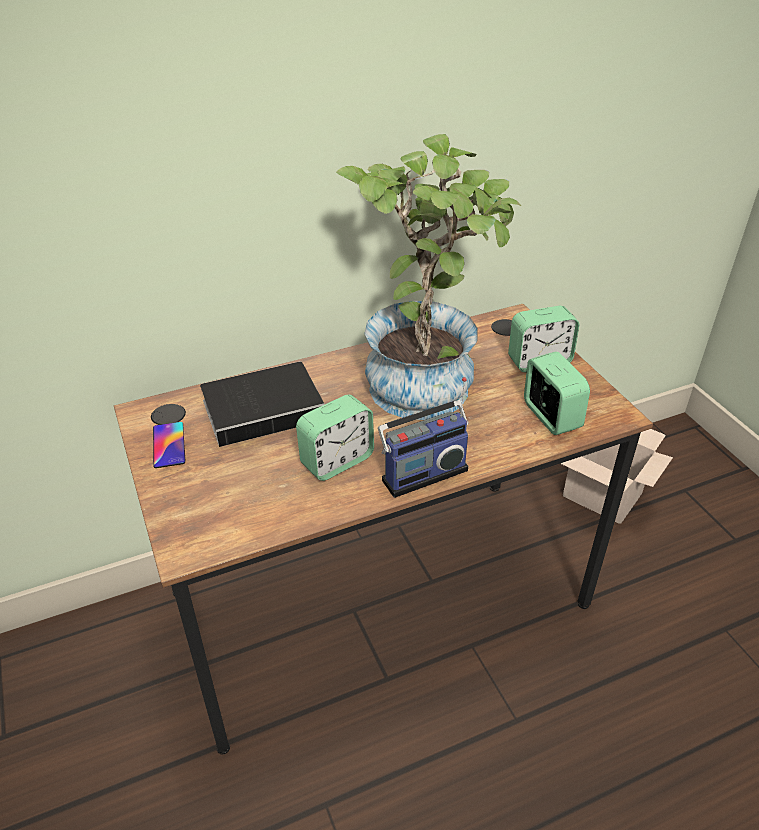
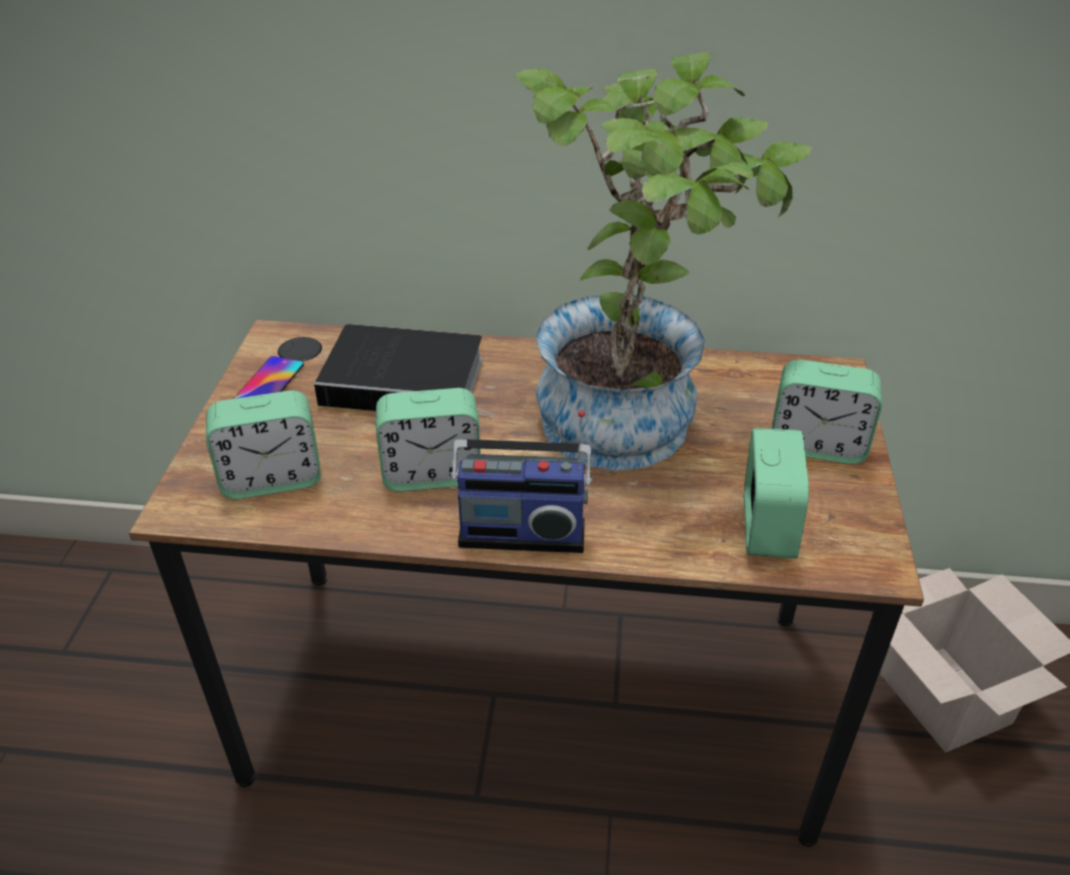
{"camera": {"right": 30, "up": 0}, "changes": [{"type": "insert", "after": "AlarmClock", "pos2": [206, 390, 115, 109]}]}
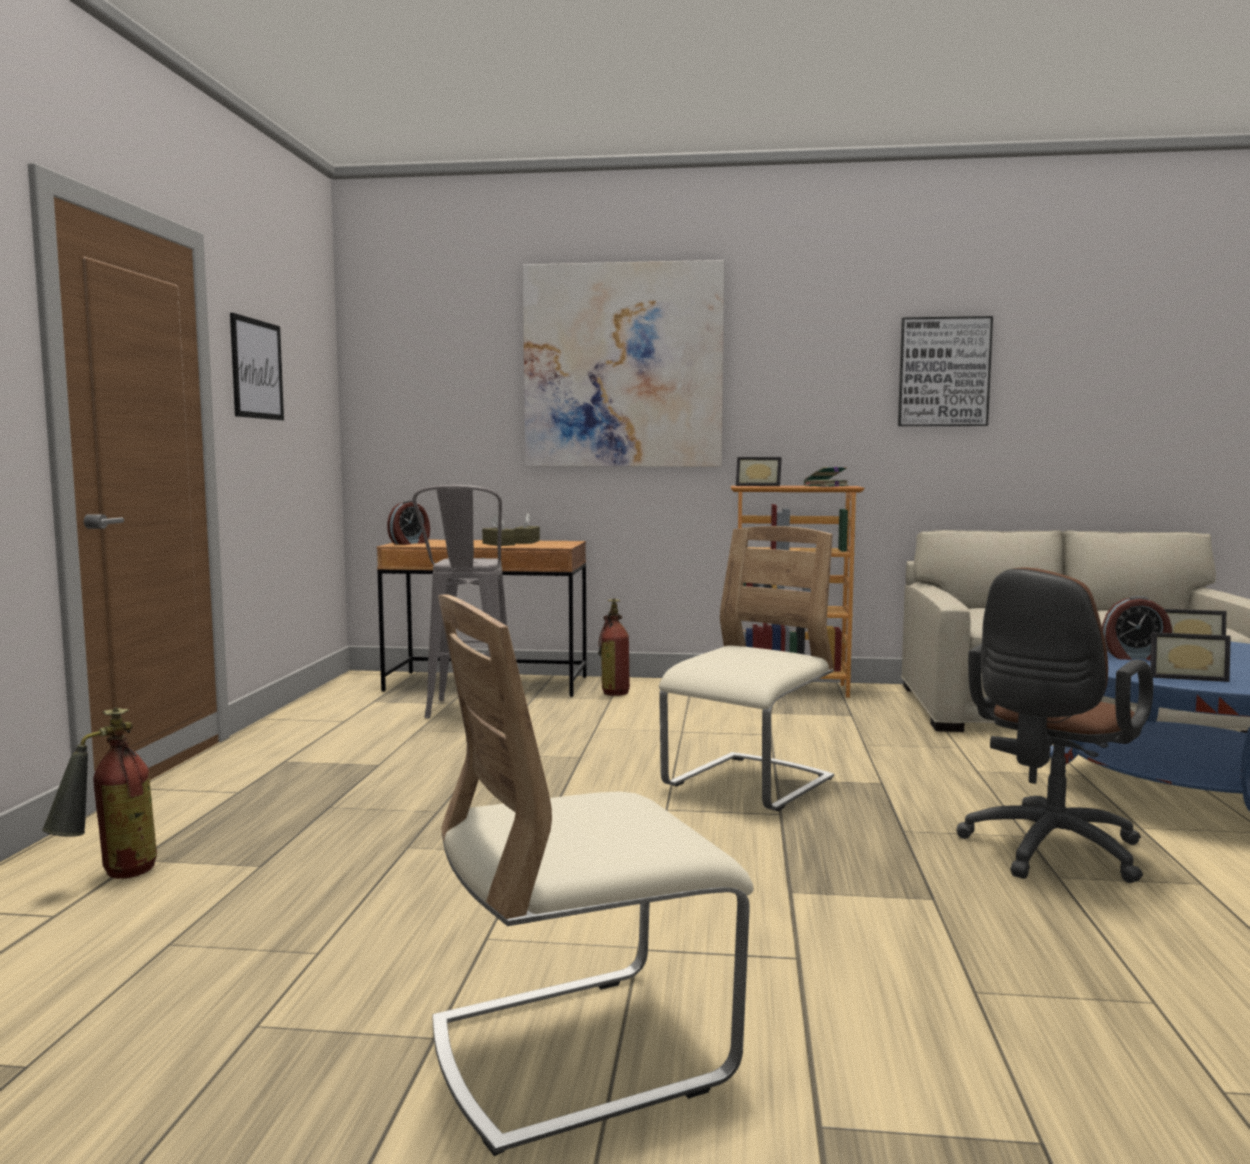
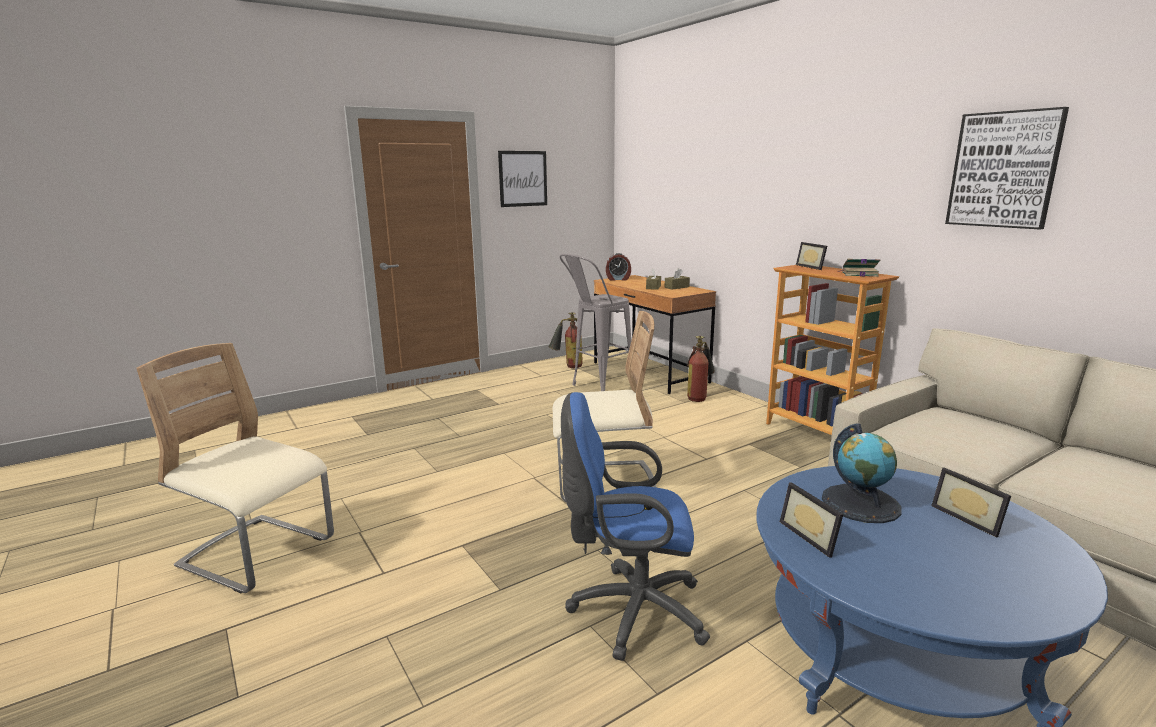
{"camera": {"right": 50, "up": 10}, "changes": [{"type": "move", "before": "FireExtinguisher", "pos1": [42, 707, 115, 172], "pos2": [548, 312, 35, 56]}, {"type": "recolor", "before": "BrownOfficeChair", "after": "BlueOfficeChair", "pos1": [956, 567, 197, 316], "pos2": [561, 392, 149, 269]}, {"type": "replace", "before": "AlarmClock", "after": "Globe", "pos1": [1102, 596, 70, 64], "pos2": [822, 423, 80, 100]}, {"type": "delete", "before": "Picture", "pos1": [523, 260, 201, 207]}]}
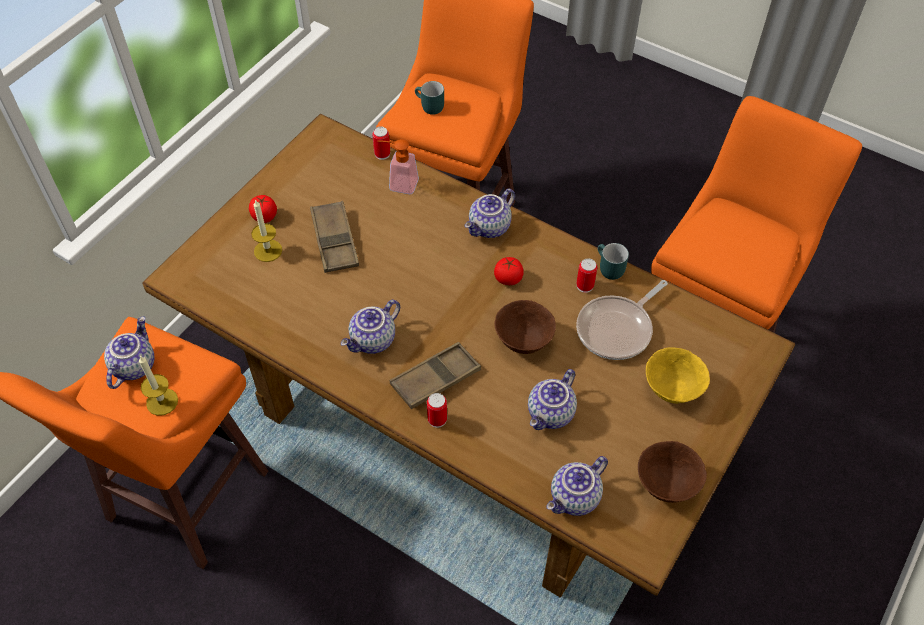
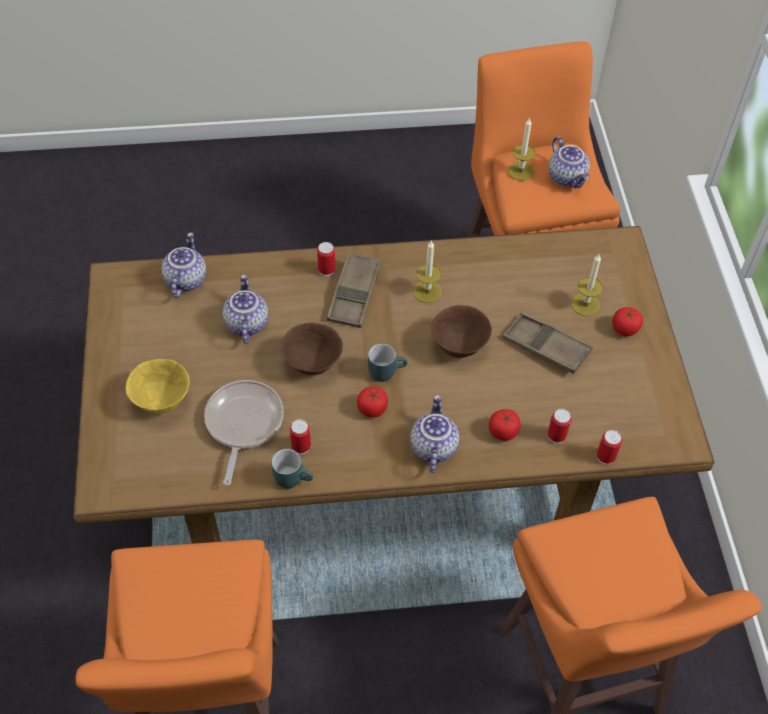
{"camera": {"right": 140, "up": 0}, "changes": [{"type": "move", "before": "TurquoiseMug", "pos1": [415, 81, 29, 34], "pos2": [368, 344, 39, 38]}, {"type": "replace", "before": "Teapot", "after": "Candle", "pos1": [341, 300, 59, 54], "pos2": [413, 241, 29, 62]}, {"type": "move", "before": "BrownBowl", "pos1": [638, 441, 69, 62], "pos2": [431, 305, 61, 53]}, {"type": "insert", "after": "Tomato", "pos2": [489, 409, 31, 32]}, {"type": "replace", "before": "SoapDispenser", "after": "Can", "pos1": [377, 139, 42, 55], "pos2": [548, 409, 24, 35]}]}
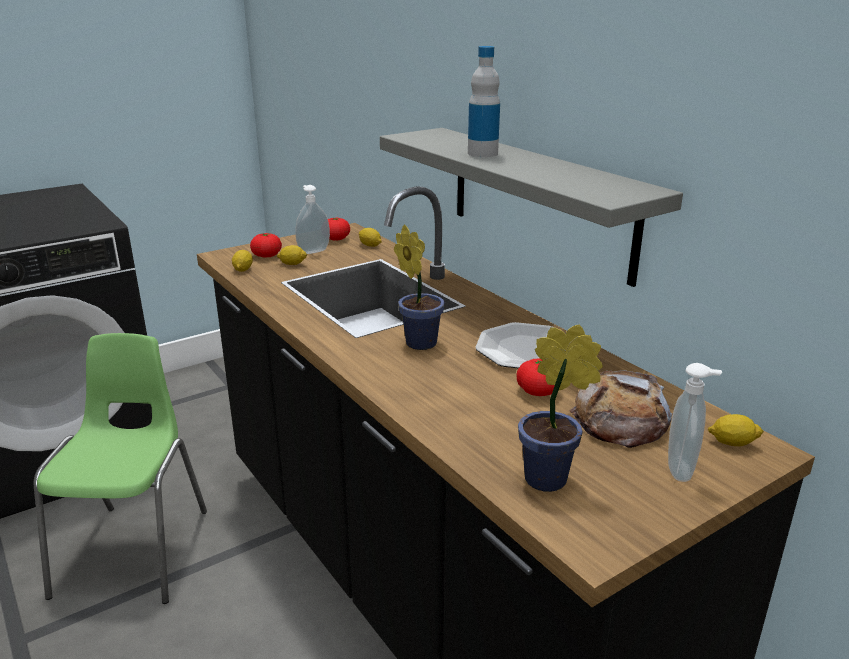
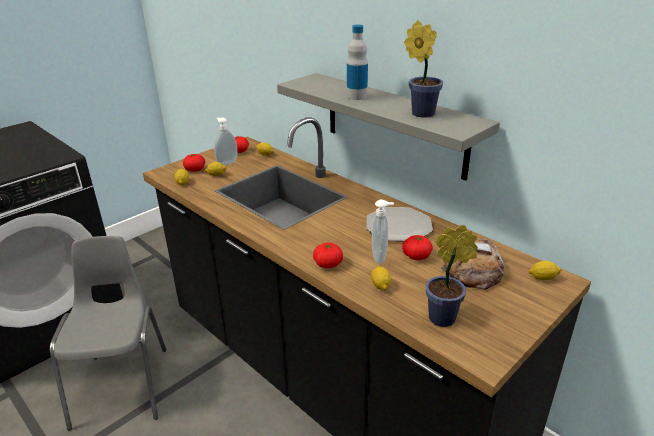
{"camera": {"right": -10, "up": 5}, "changes": [{"type": "recolor", "before": "GreenChair", "after": "GreyChair", "pos1": [34, 333, 173, 271], "pos2": [50, 236, 117, 194]}, {"type": "insert", "after": "Tomato", "pos2": [313, 243, 30, 25]}, {"type": "insert", "after": "Lemon", "pos2": [371, 266, 20, 24]}, {"type": "move", "before": "SoapDispenser", "pos1": [668, 363, 54, 119], "pos2": [372, 200, 22, 64]}, {"type": "move", "before": "PottedPlant", "pos1": [394, 224, 51, 126], "pos2": [404, 20, 39, 98]}]}
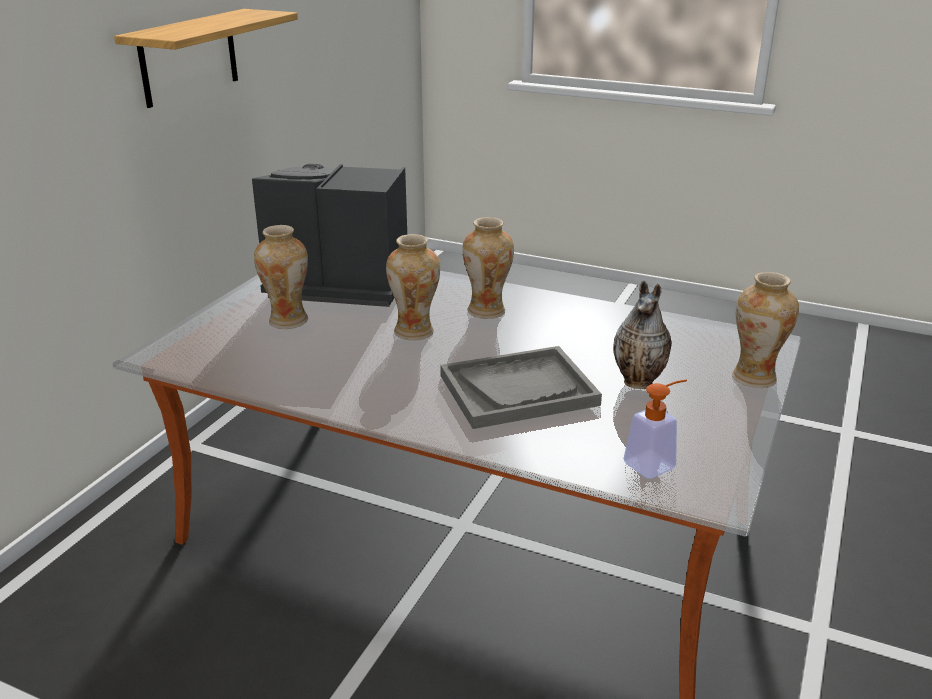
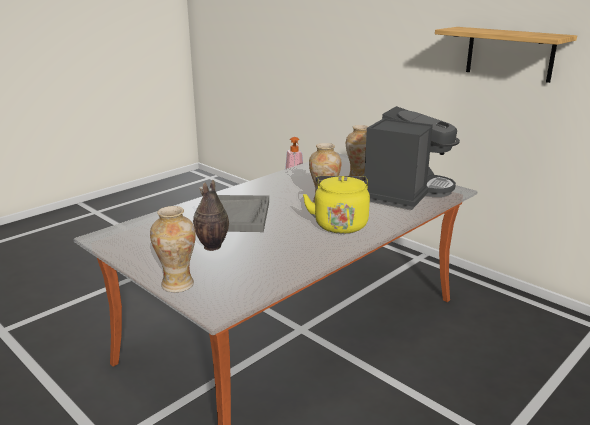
{"camera": {"right": 110, "up": -5}, "changes": [{"type": "move", "before": "SoapDispenser", "pos1": [623, 380, 64, 99], "pos2": [285, 137, 19, 40]}, {"type": "replace", "before": "Vase", "after": "YellowKettle", "pos1": [463, 217, 51, 102], "pos2": [303, 176, 67, 58]}]}
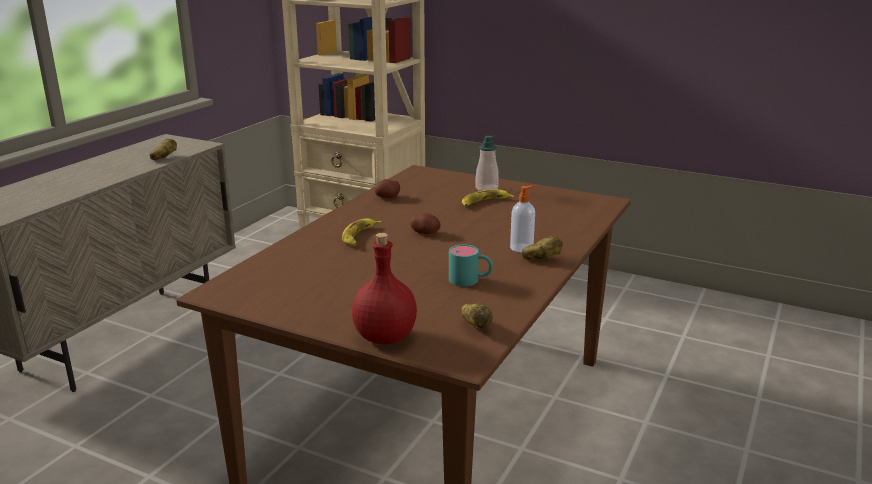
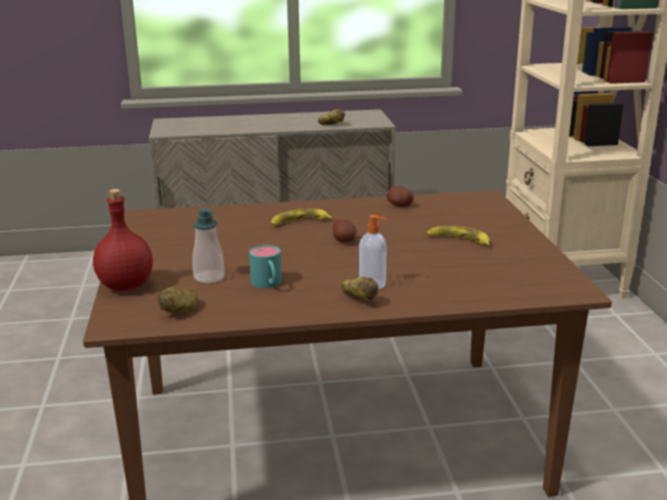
{"camera": {"right": 55, "up": 0}, "changes": [{"type": "move", "before": "SoapDispenser", "pos1": [475, 135, 24, 56], "pos2": [192, 208, 33, 75]}]}
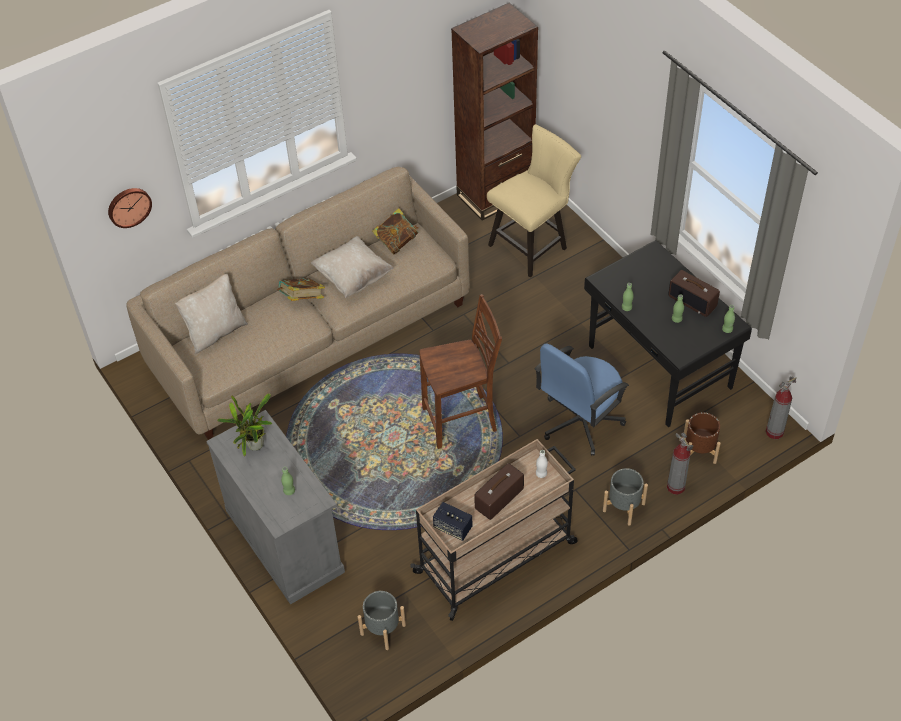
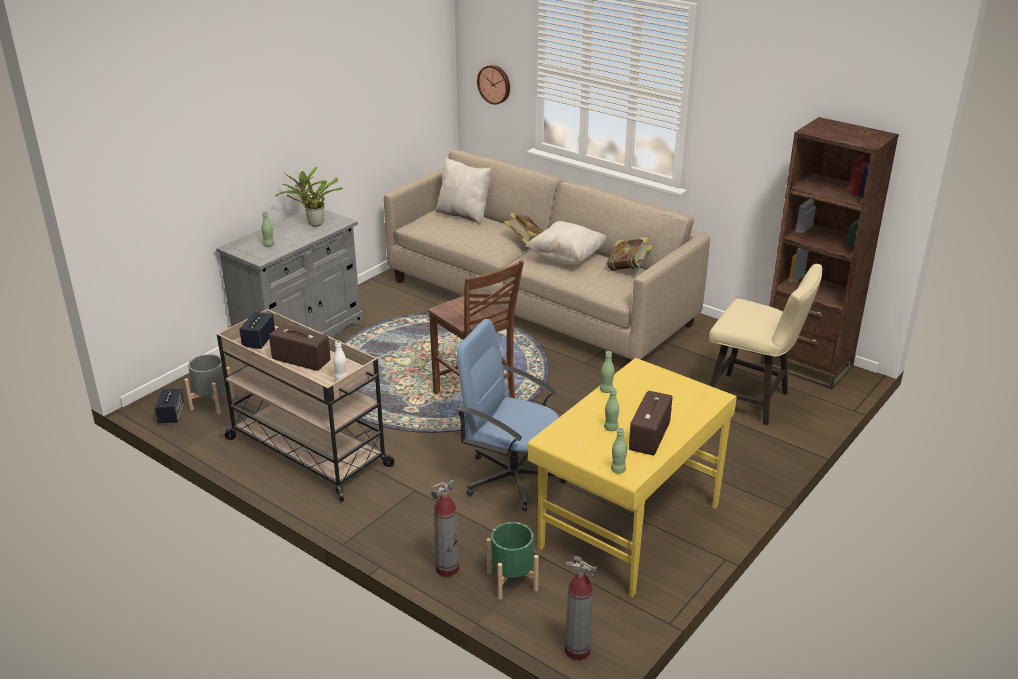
{"camera": {"right": 70, "up": -20}, "changes": [{"type": "insert", "after": "Speaker", "pos2": [155, 389, 29, 34]}, {"type": "recolor", "before": "BrownPlanter", "after": "GreenPlanter", "pos1": [684, 412, 37, 52], "pos2": [487, 522, 52, 78]}, {"type": "recolor", "before": "BlackDesk", "after": "YellowDesk", "pos1": [584, 240, 168, 187], "pos2": [528, 358, 209, 239]}, {"type": "delete", "before": "GreyPlanter", "pos1": [603, 468, 45, 58]}]}
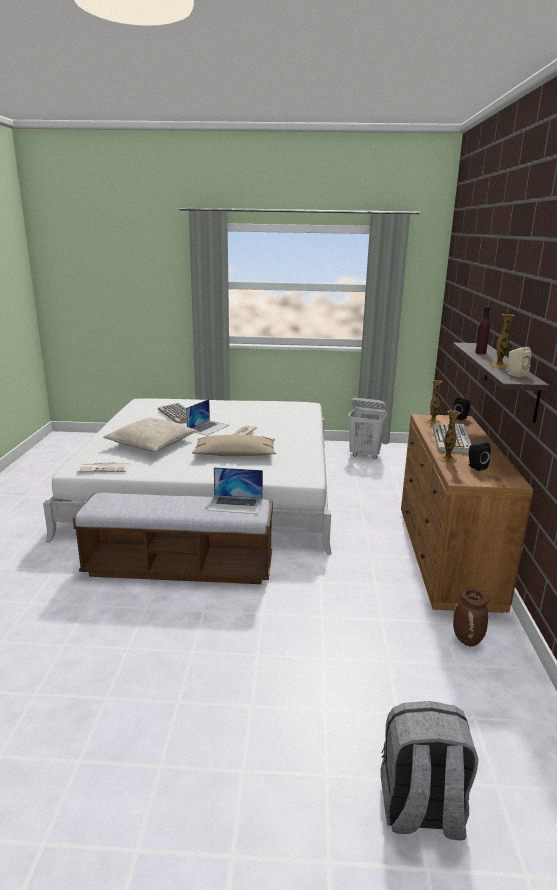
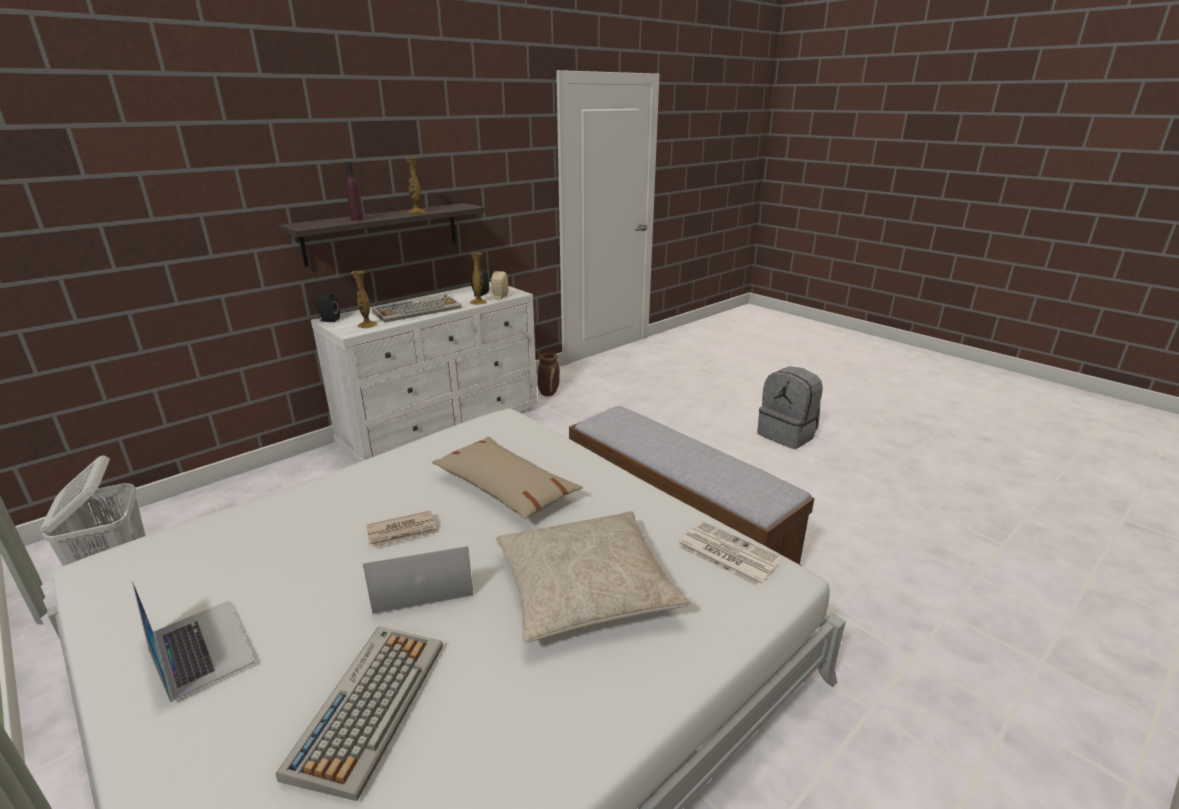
{"camera": {"right": -135, "up": 5}, "changes": [{"type": "move", "before": "Laptop", "pos1": [207, 467, 56, 47], "pos2": [132, 581, 123, 121]}, {"type": "recolor", "before": "BrownDresser", "after": "WhiteDresser", "pos1": [401, 414, 133, 199], "pos2": [311, 282, 227, 180]}, {"type": "move", "before": "BeigeSpeaker", "pos1": [506, 347, 25, 30], "pos2": [491, 271, 18, 29]}, {"type": "move", "before": "GreyBackpack", "pos1": [380, 701, 99, 139], "pos2": [757, 366, 66, 83]}]}
